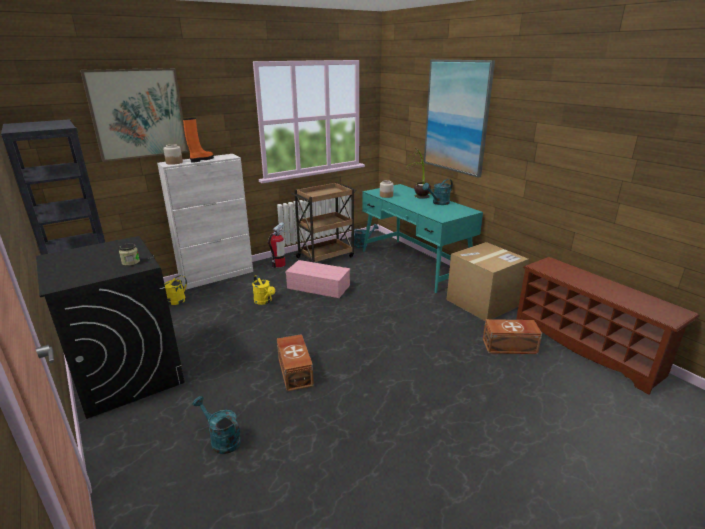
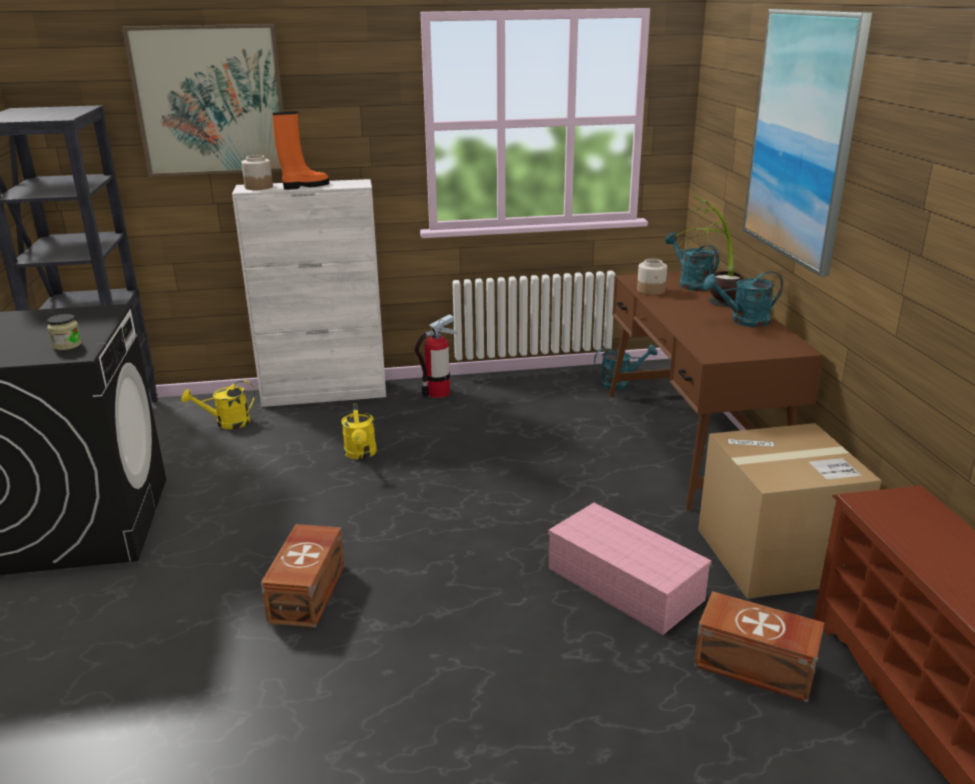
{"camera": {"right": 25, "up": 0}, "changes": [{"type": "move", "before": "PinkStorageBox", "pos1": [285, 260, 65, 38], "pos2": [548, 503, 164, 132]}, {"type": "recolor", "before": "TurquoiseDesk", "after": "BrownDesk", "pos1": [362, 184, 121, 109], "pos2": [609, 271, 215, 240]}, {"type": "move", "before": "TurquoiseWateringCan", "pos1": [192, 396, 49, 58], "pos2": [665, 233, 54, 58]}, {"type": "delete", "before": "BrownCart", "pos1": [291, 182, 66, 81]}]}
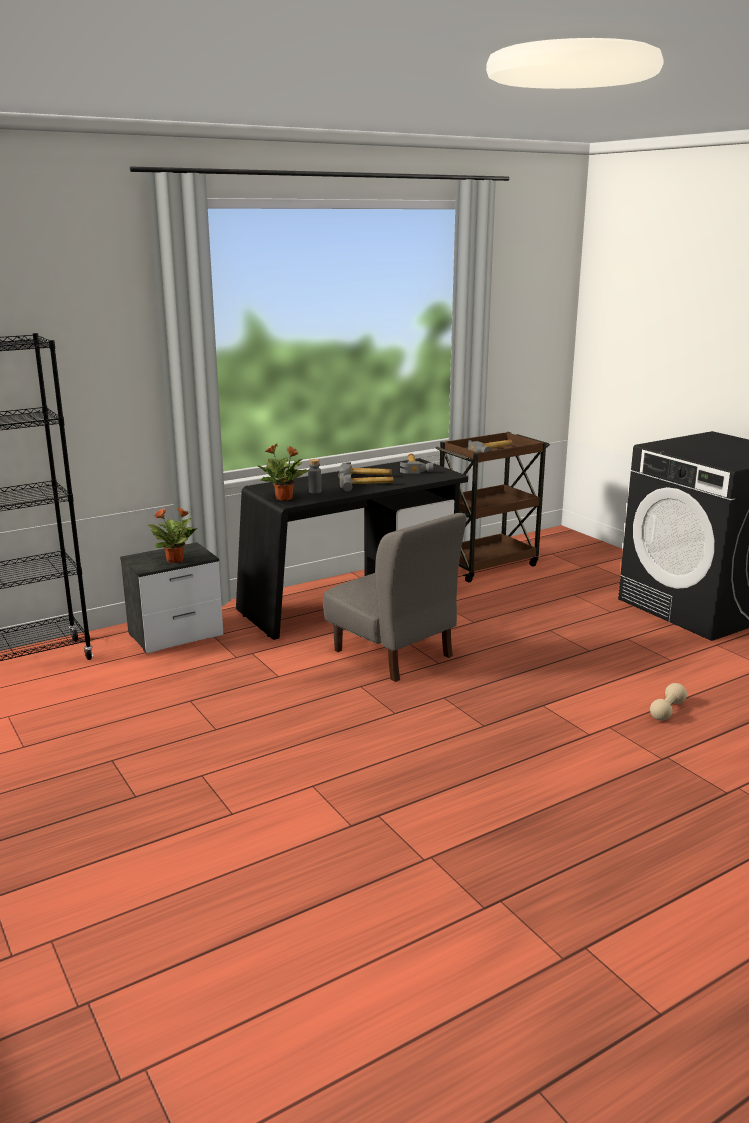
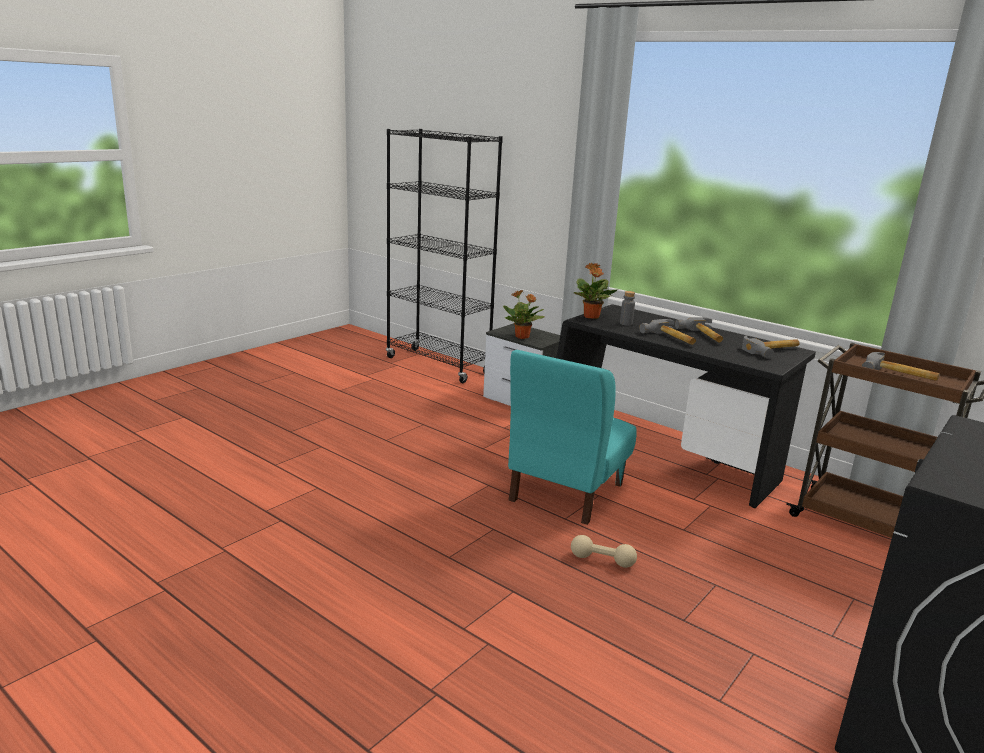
{"camera": {"right": 70, "up": 0}, "changes": [{"type": "recolor", "before": "GreyChair", "after": "TurquoiseChair", "pos1": [323, 513, 143, 169], "pos2": [508, 350, 129, 175]}, {"type": "move", "before": "BeigeDumbbell", "pos1": [650, 683, 37, 38], "pos2": [571, 535, 66, 33]}]}
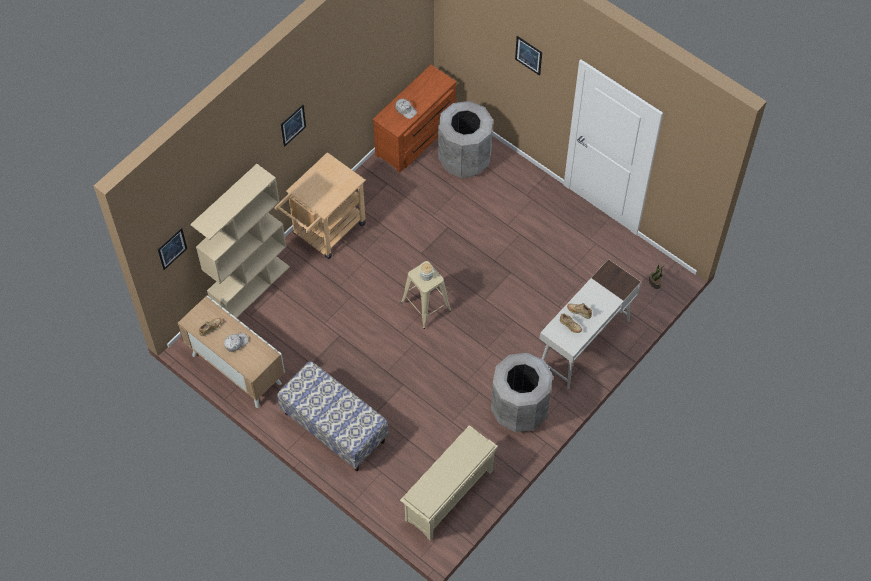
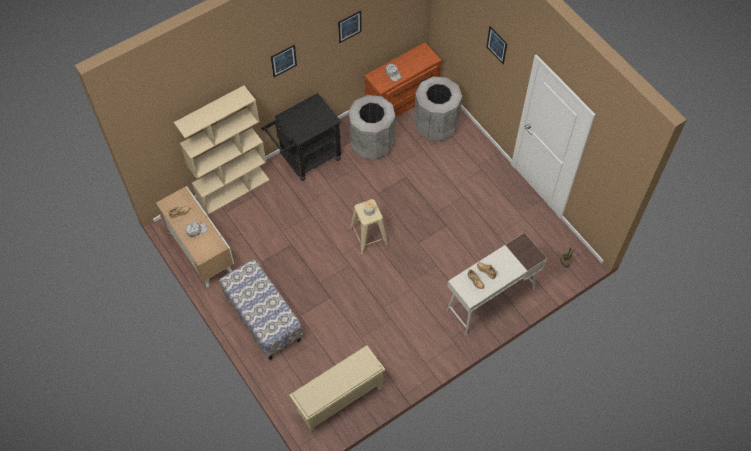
{"camera": {"right": 15, "up": 0}, "changes": [{"type": "recolor", "before": "BeigeCart", "after": "BlackCart", "pos1": [274, 152, 92, 107], "pos2": [261, 93, 80, 88]}, {"type": "move", "before": "Picture", "pos1": [158, 228, 29, 42], "pos2": [338, 10, 24, 33]}, {"type": "move", "before": "GreyTrashCan", "pos1": [491, 353, 62, 79], "pos2": [348, 95, 47, 65]}]}
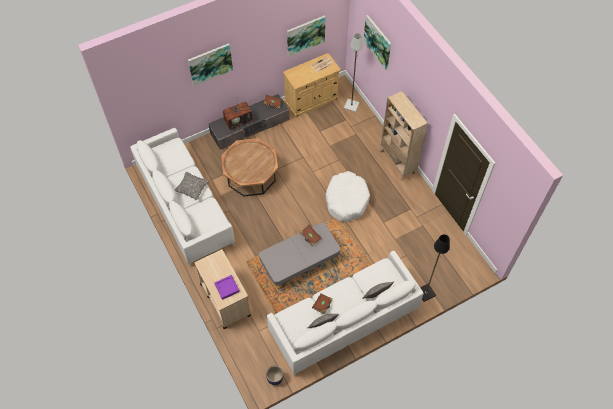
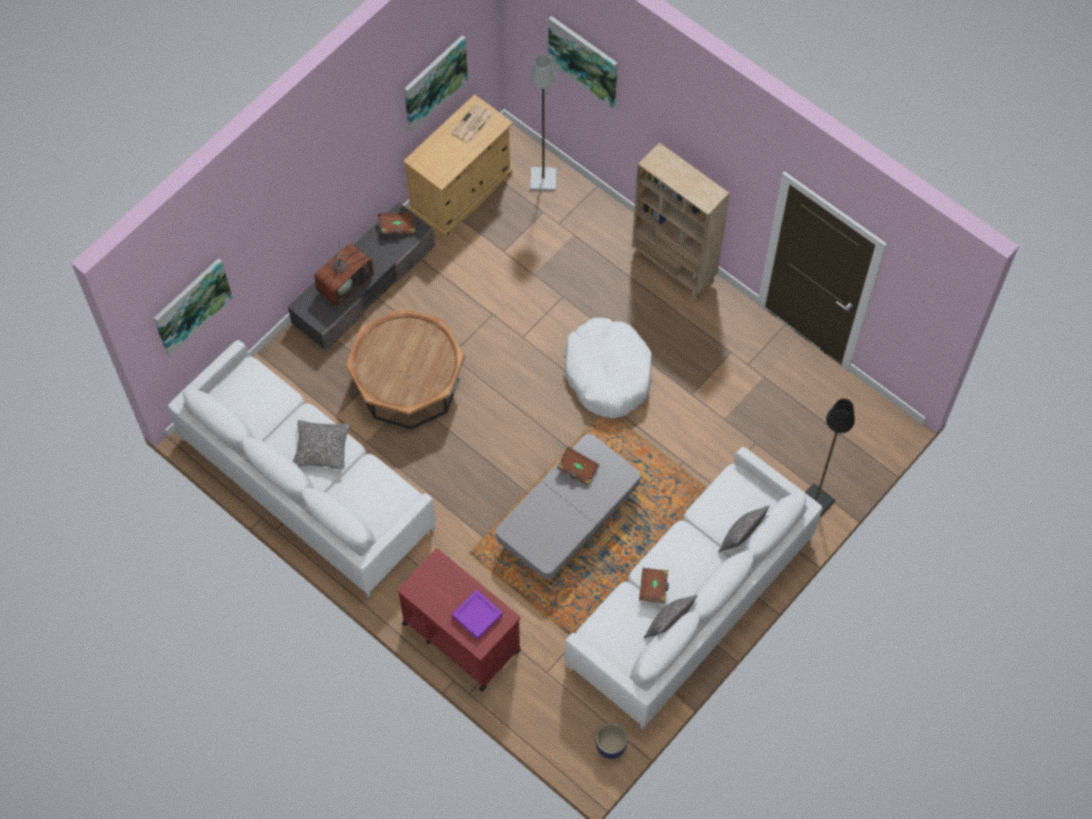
{"camera": {"right": -20, "up": 5}, "changes": [{"type": "move", "before": "Picture", "pos1": [188, 43, 45, 43], "pos2": [154, 258, 79, 99]}, {"type": "recolor", "before": "BeigeCart", "after": "RedCart", "pos1": [194, 249, 57, 80], "pos2": [397, 548, 124, 143]}]}
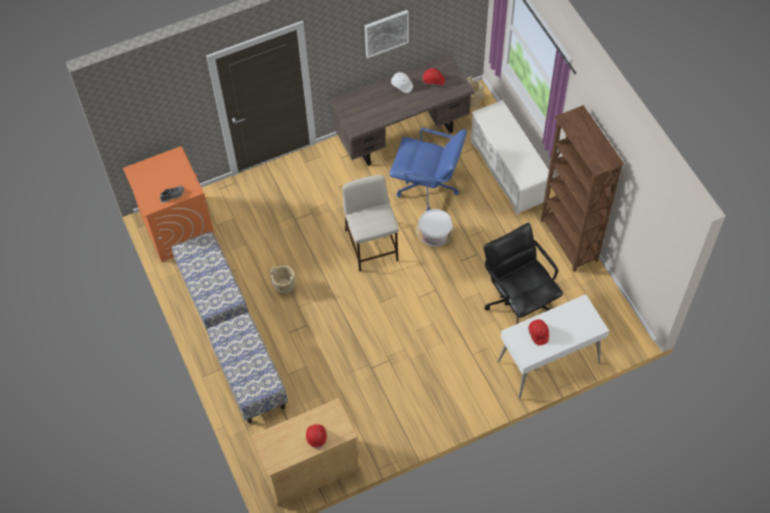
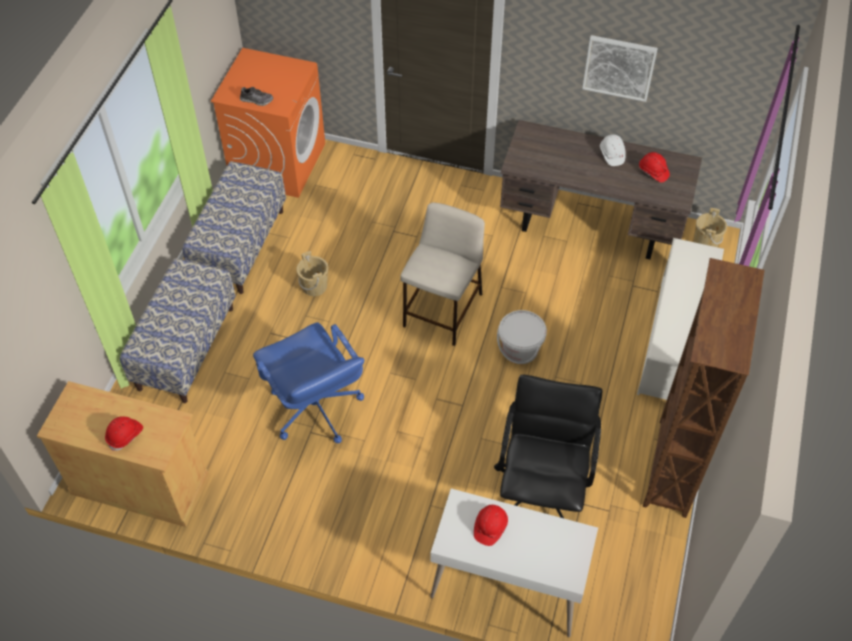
{"camera": {"right": 40, "up": -5}, "changes": [{"type": "move", "before": "BlueOfficeChair", "pos1": [389, 128, 78, 83], "pos2": [253, 322, 111, 121]}]}
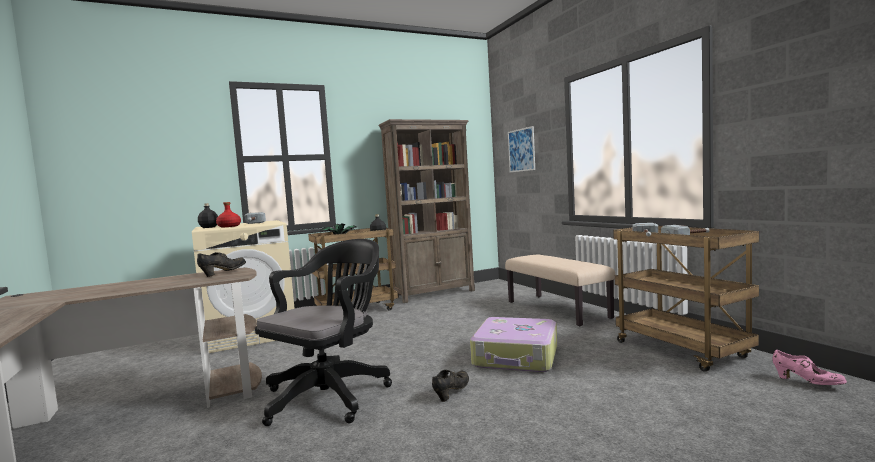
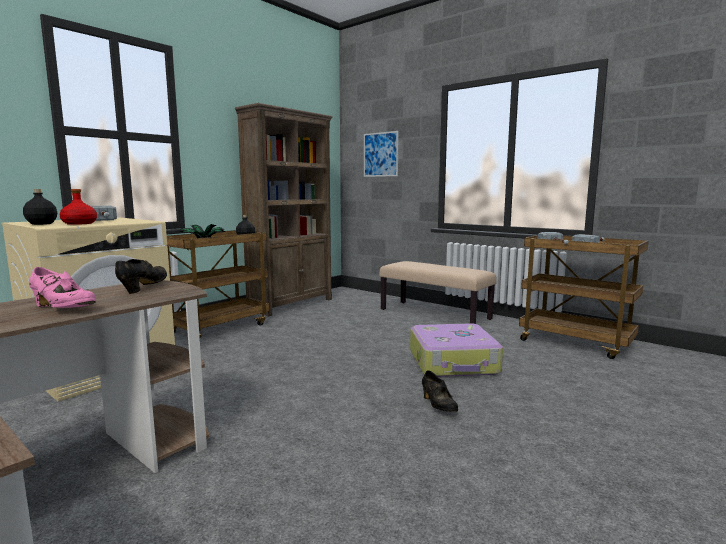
{"camera": {"right": -25, "up": 5}, "changes": [{"type": "move", "before": "PinkShoe", "pos1": [772, 350, 75, 35], "pos2": [29, 267, 67, 41]}, {"type": "rotate", "before": "BlackShoe", "pos1": [432, 370, 37, 32], "pos2": [422, 370, 36, 42], "turn": 150}, {"type": "delete", "before": "BlackOfficeChair", "pos1": [255, 239, 137, 187]}]}
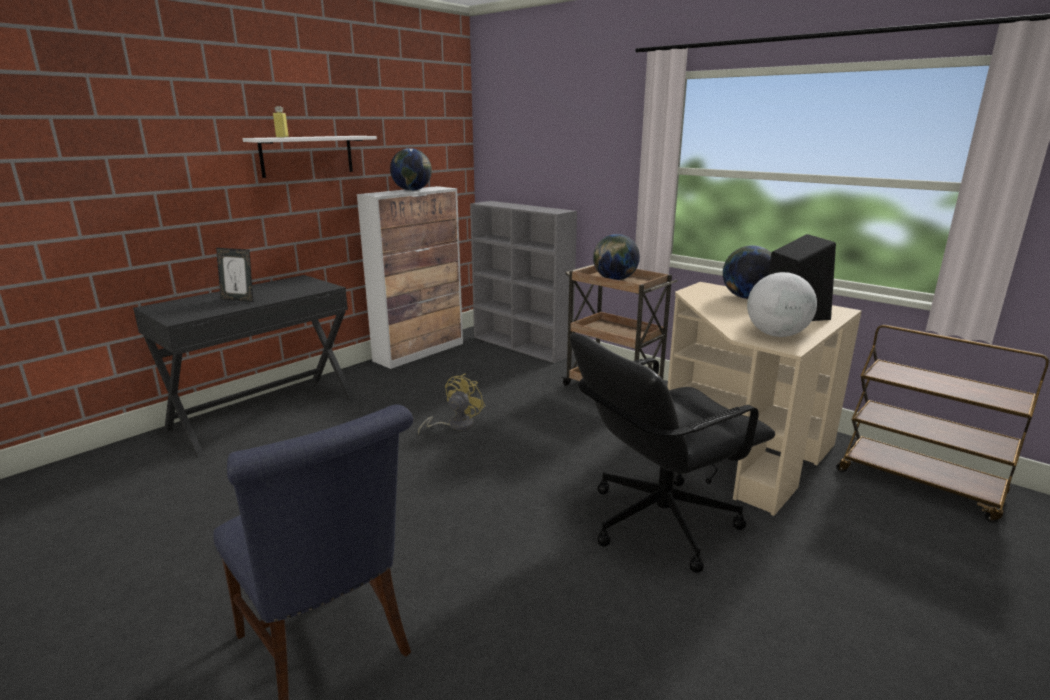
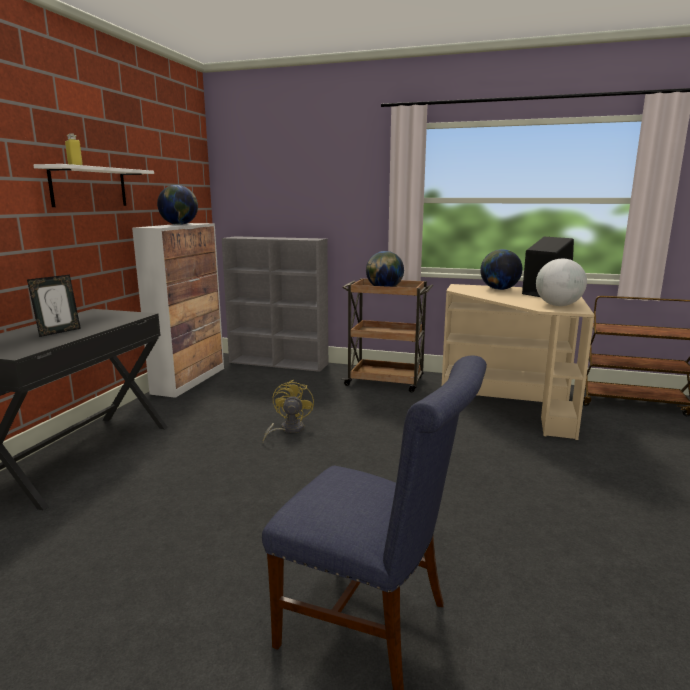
{"camera": {"right": -25, "up": -5}, "changes": [{"type": "rotate", "before": "PictureFrame", "pos1": [216, 248, 37, 54], "pos2": [27, 275, 54, 62], "turn": -45}, {"type": "delete", "before": "BlackOfficeChair", "pos1": [570, 333, 205, 240]}]}
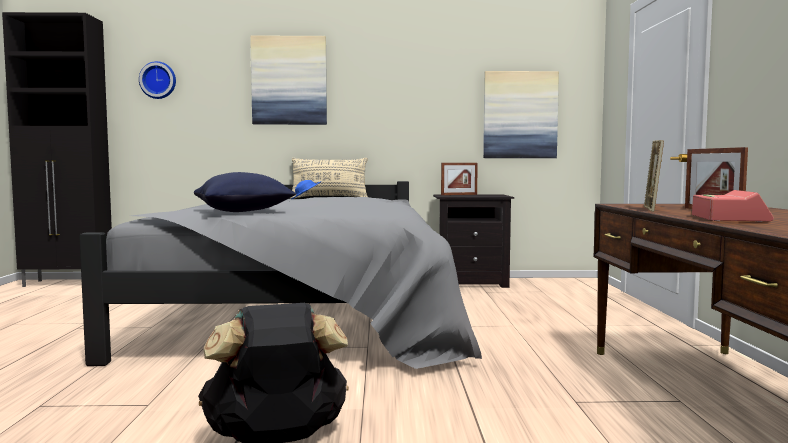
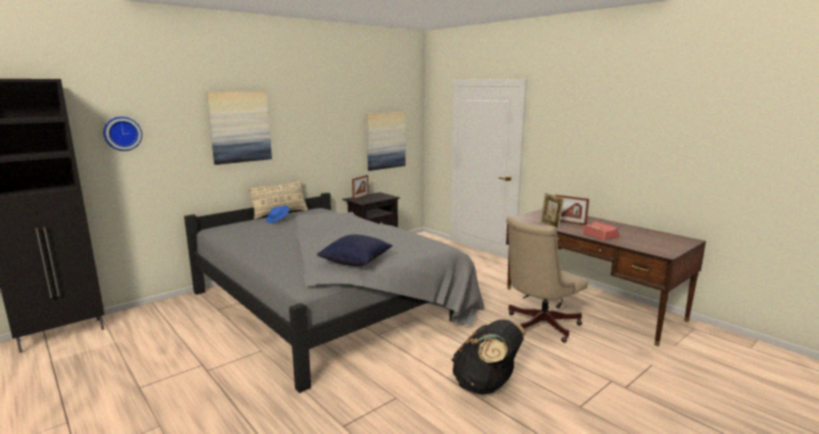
{"camera": {"right": -40, "up": 10}, "changes": [{"type": "insert", "after": "BeigeOfficeChair", "pos2": [506, 216, 82, 127]}]}
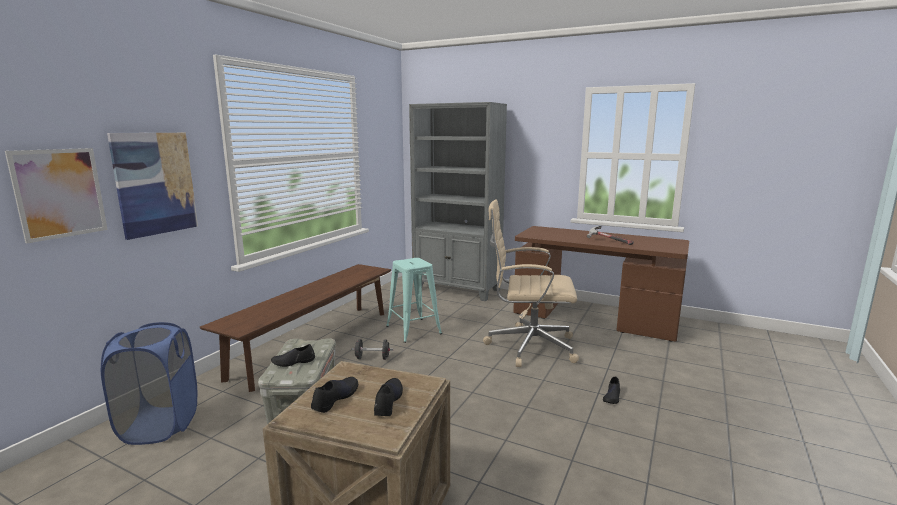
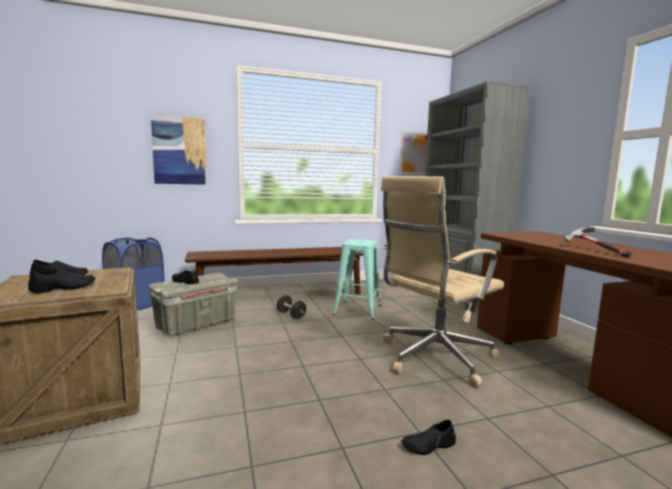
{"camera": {"right": 45, "up": -5}, "changes": [{"type": "rotate", "before": "BeigeOfficeChair", "pos1": [483, 200, 96, 167], "pos2": [381, 176, 123, 211], "turn": -90}, {"type": "move", "before": "Picture", "pos1": [5, 148, 103, 95], "pos2": [400, 132, 27, 42]}]}
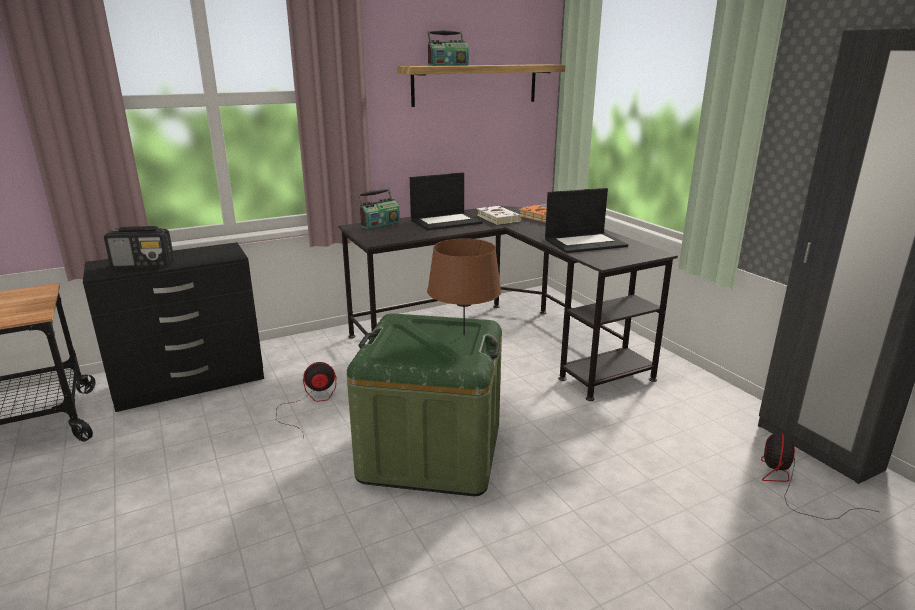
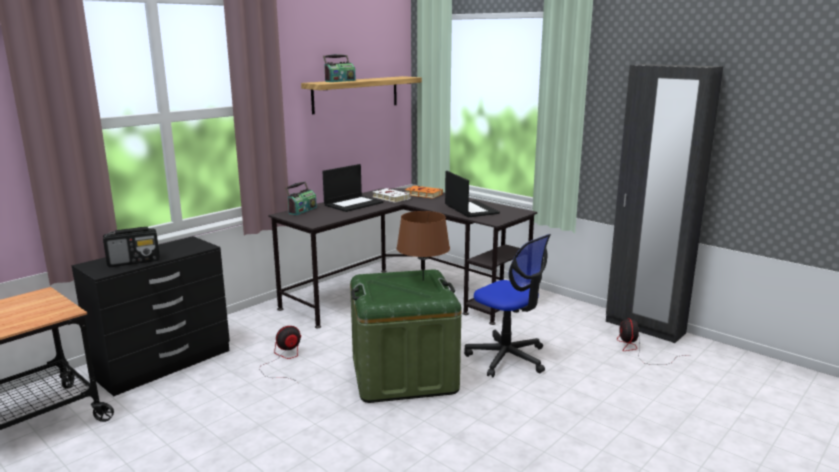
{"camera": {"right": -20, "up": -5}, "changes": [{"type": "rotate", "before": "Laptop", "pos1": [545, 188, 83, 65], "pos2": [445, 171, 55, 46], "turn": -75}, {"type": "insert", "after": "OfficeChair", "pos2": [464, 234, 87, 143]}]}
